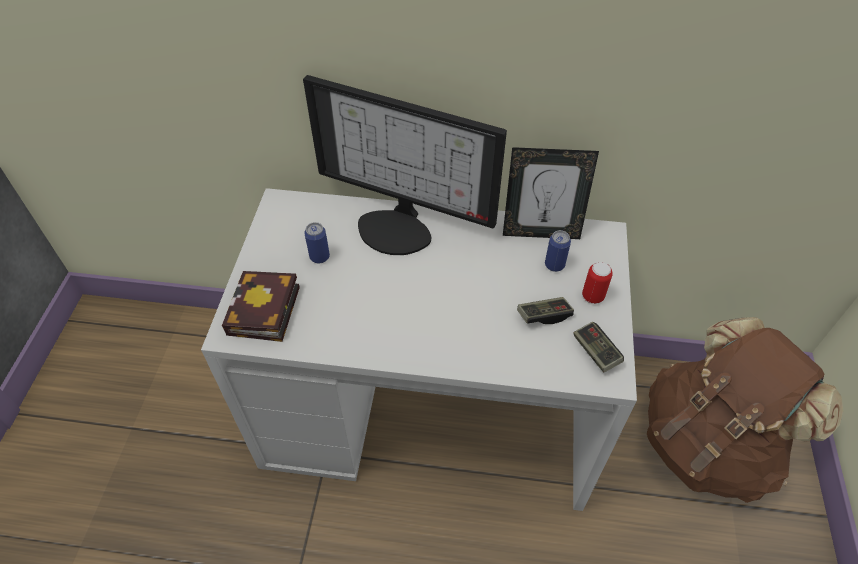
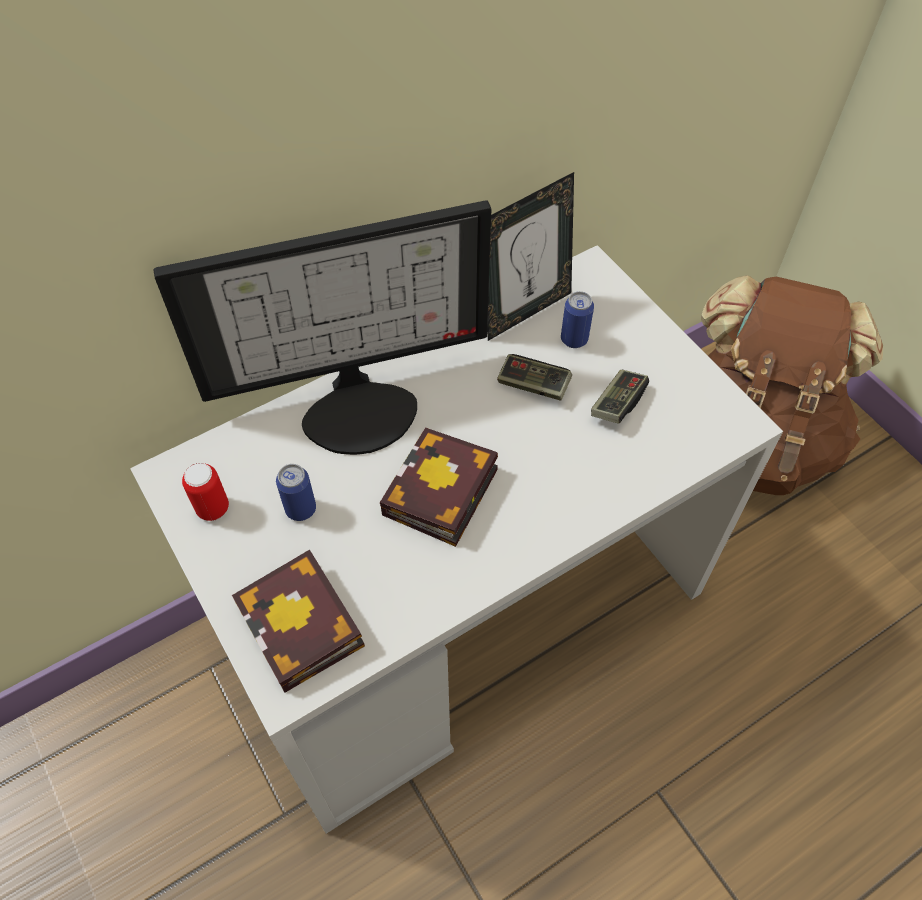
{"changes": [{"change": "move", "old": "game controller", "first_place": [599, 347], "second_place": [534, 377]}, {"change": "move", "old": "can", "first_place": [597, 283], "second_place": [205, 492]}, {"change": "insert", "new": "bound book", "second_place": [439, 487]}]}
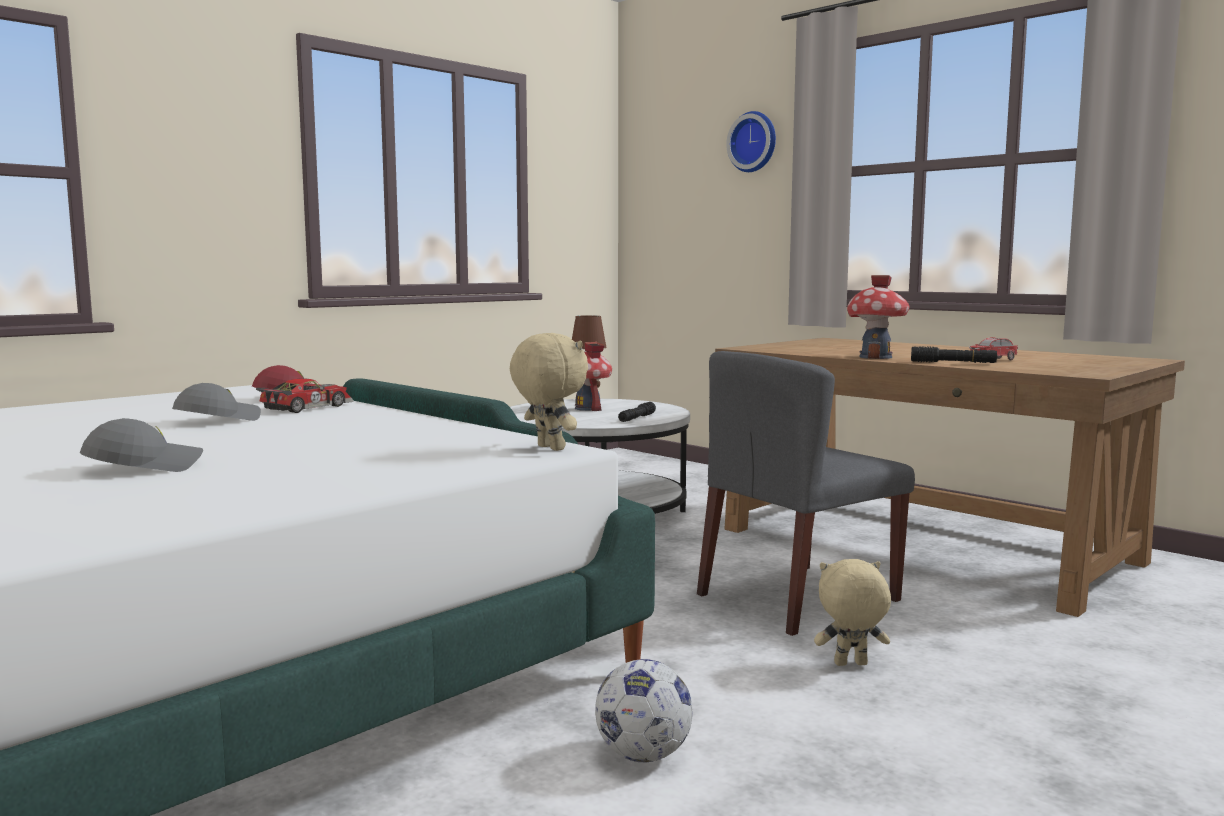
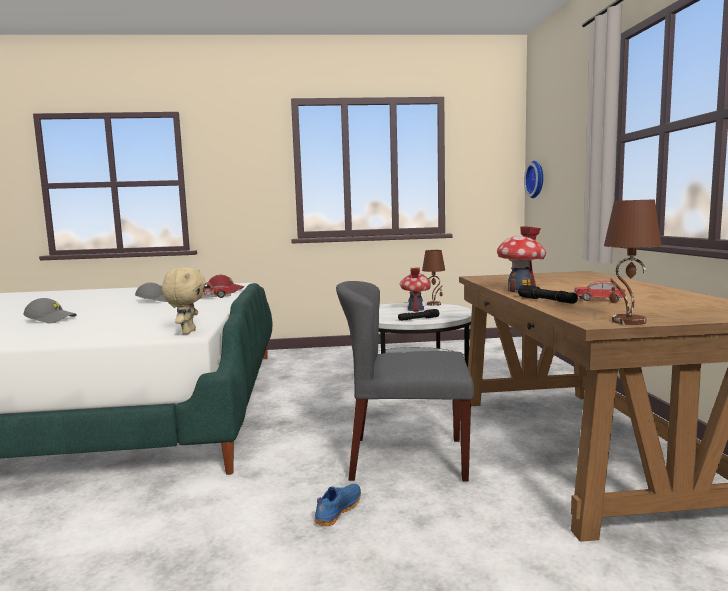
{"changes": [{"change": "delete", "old": "ball for football", "first_place": [644, 710]}, {"change": "move", "old": "hanging clock", "first_place": [751, 141], "second_place": [533, 179]}, {"change": "replace", "old": "sand-coloured soft toy", "new": "blue-coloured shoe", "first_place": [852, 612], "second_place": [338, 505]}, {"change": "insert", "new": "brown table lamp", "second_place": [633, 262]}]}
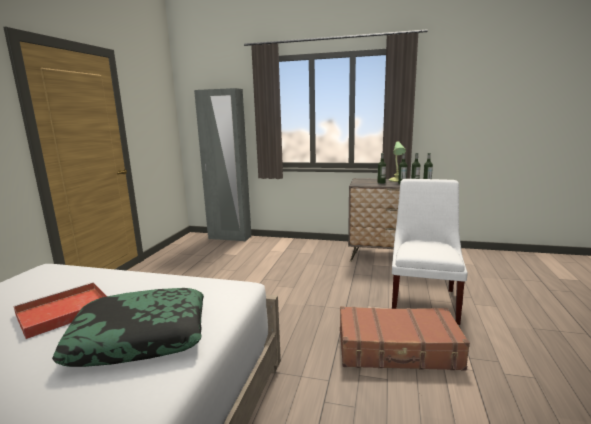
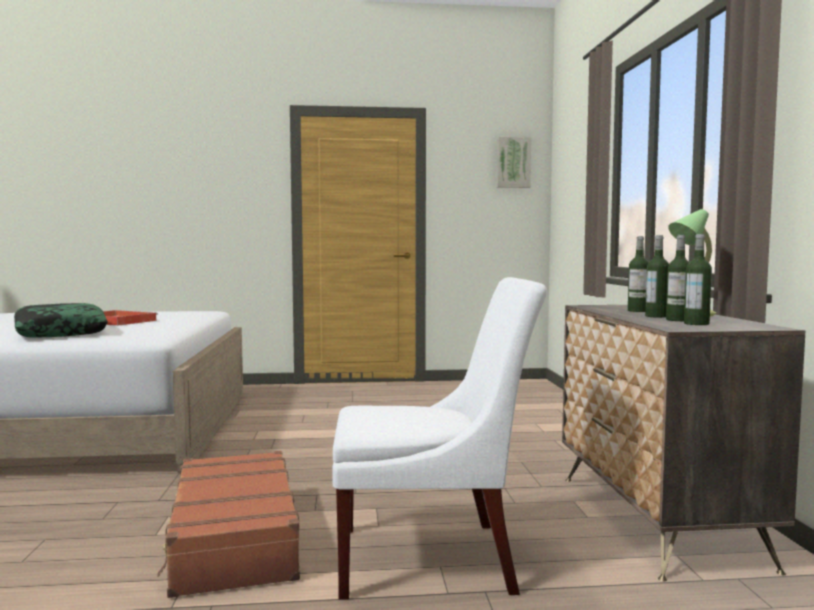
{"changes": [{"change": "delete", "old": "gray wardrobe", "first_place": [222, 164]}, {"change": "insert", "new": "picture", "second_place": [514, 162]}]}
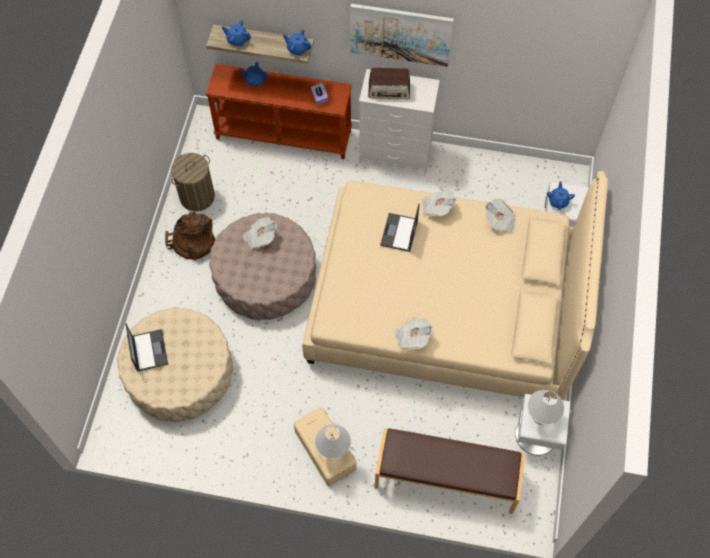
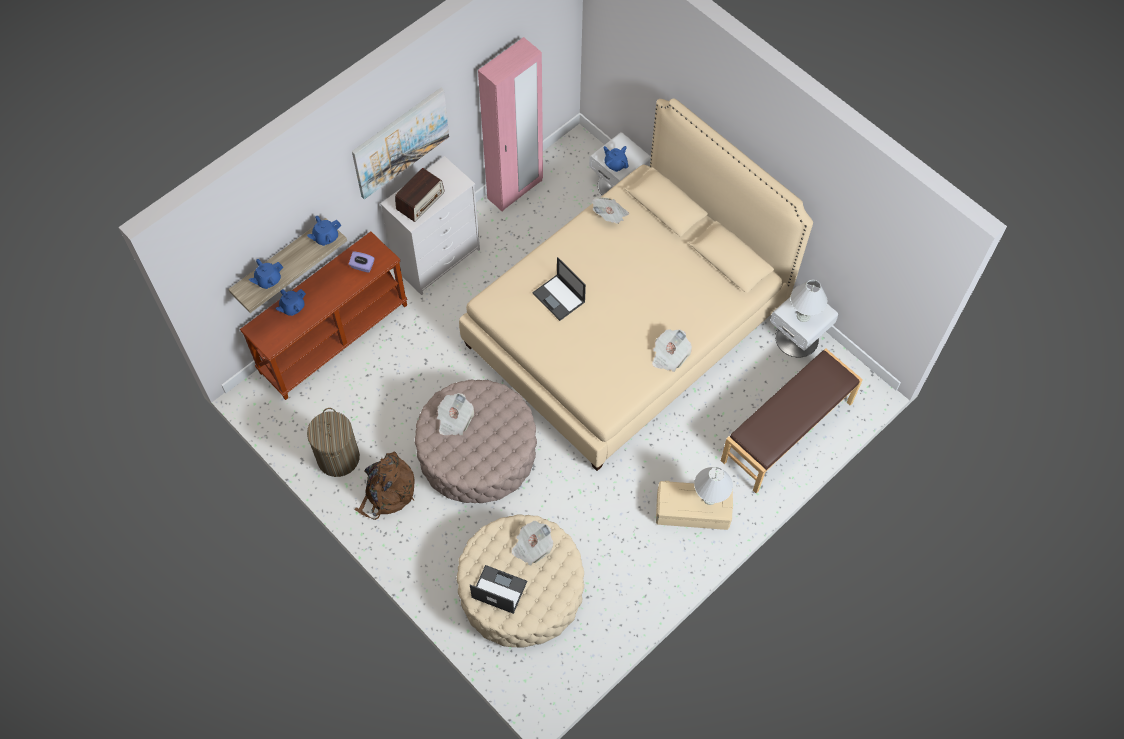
{"changes": [{"change": "move", "old": "printed paper", "first_place": [439, 203], "second_place": [532, 543]}, {"change": "insert", "new": "pinkish wardrobe", "second_place": [510, 124]}]}
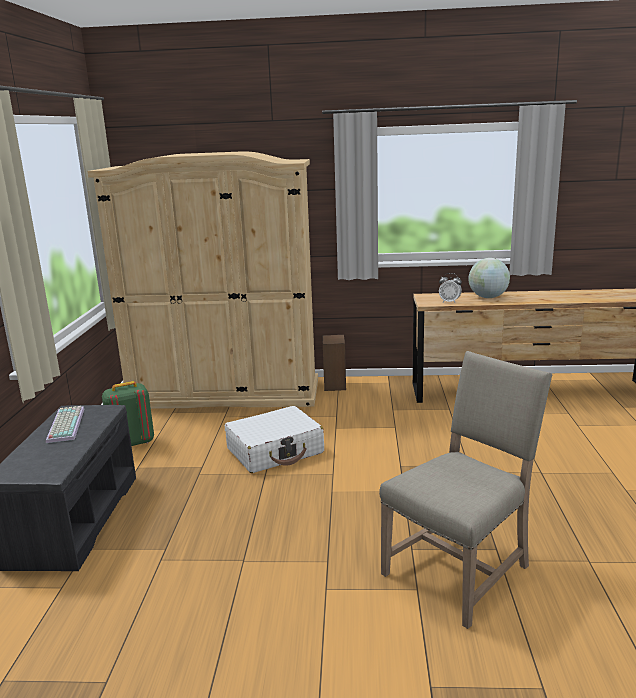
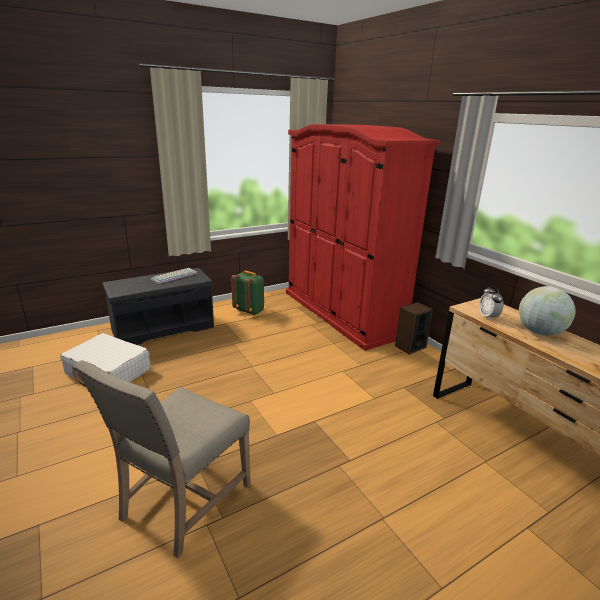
{"changes": [{"change": "recolor", "old": "sand-coloured wardrobe", "new": "red wardrobe", "first_place": [202, 280], "second_place": [363, 237]}, {"change": "move", "old": "white suitcase", "first_place": [274, 439], "second_place": [105, 360]}, {"change": "rotate", "old": "sand-coloured upright chair", "first_place": [465, 490], "second_place": [162, 459], "degrees": 105}]}
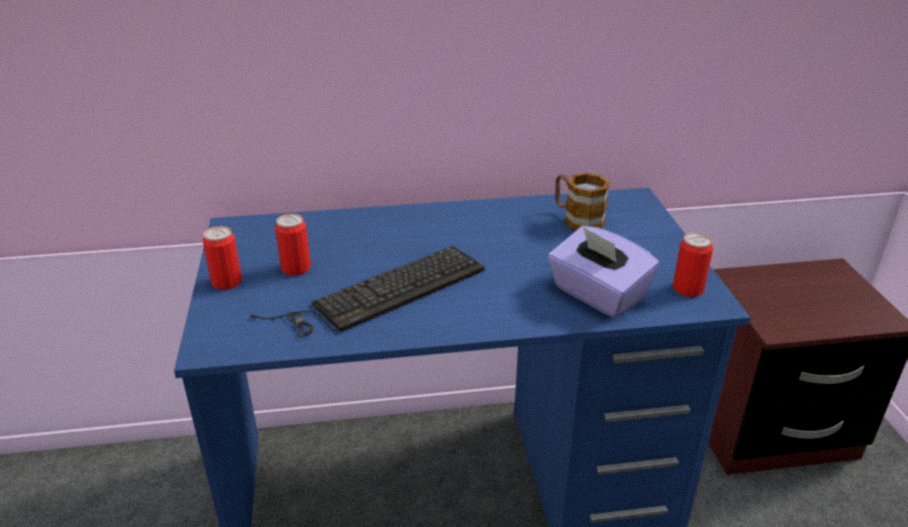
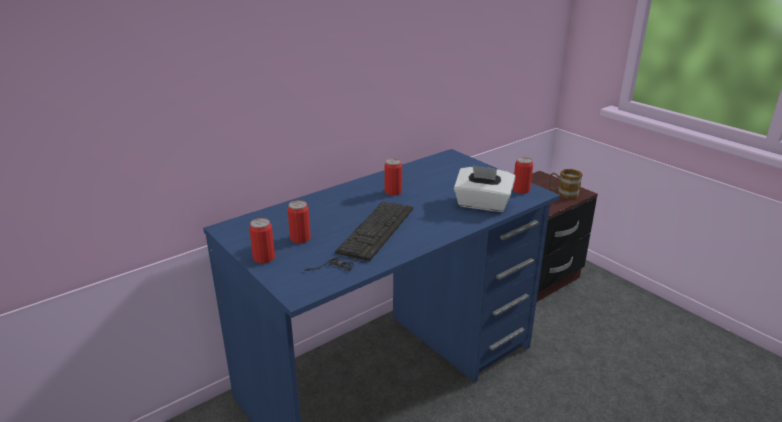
{"changes": [{"change": "recolor", "old": "purplish box of tissues", "new": "white box of tissues", "first_place": [603, 272], "second_place": [485, 188]}, {"change": "move", "old": "tea mug", "first_place": [582, 202], "second_place": [566, 184]}, {"change": "insert", "new": "can", "second_place": [393, 177]}]}
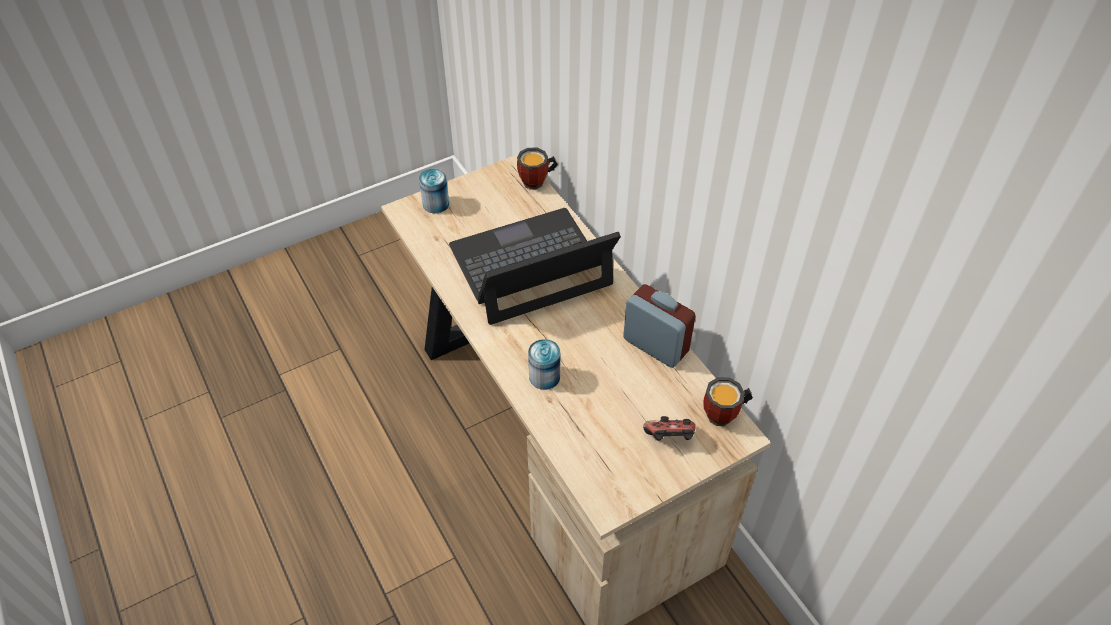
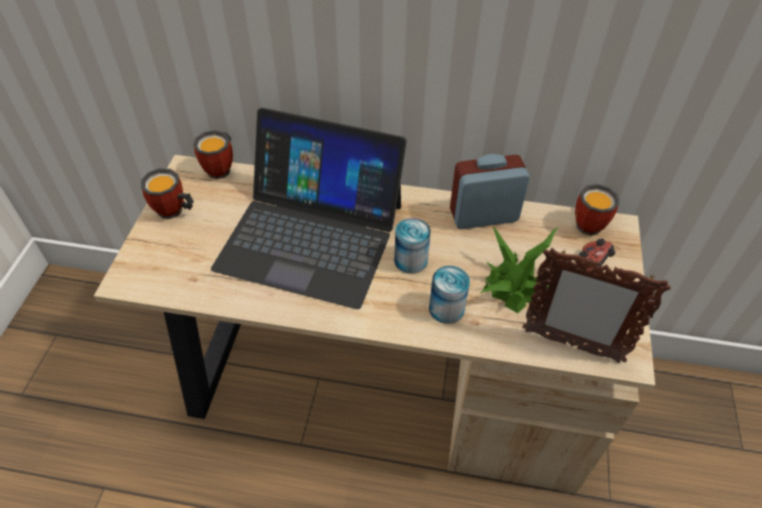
{"changes": [{"change": "move", "old": "can", "first_place": [434, 190], "second_place": [412, 246]}, {"change": "rotate", "old": "notebook computer", "first_place": [535, 266], "second_place": [309, 208], "degrees": -90}, {"change": "insert", "new": "tea mug", "second_place": [167, 193]}, {"change": "insert", "new": "potted plant", "second_place": [519, 269]}, {"change": "insert", "new": "standing frame", "second_place": [596, 305]}]}
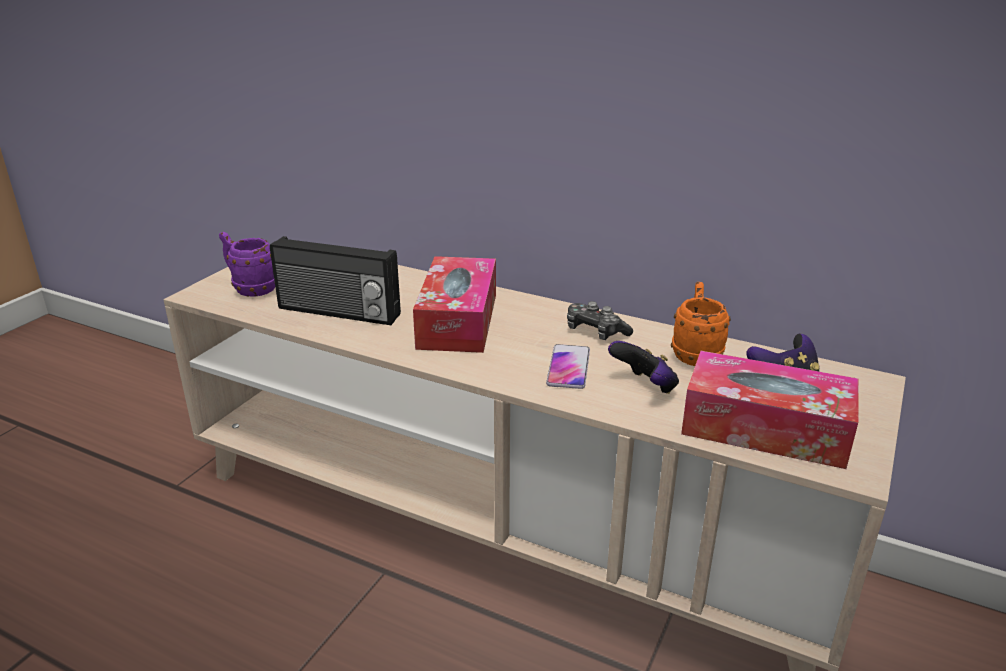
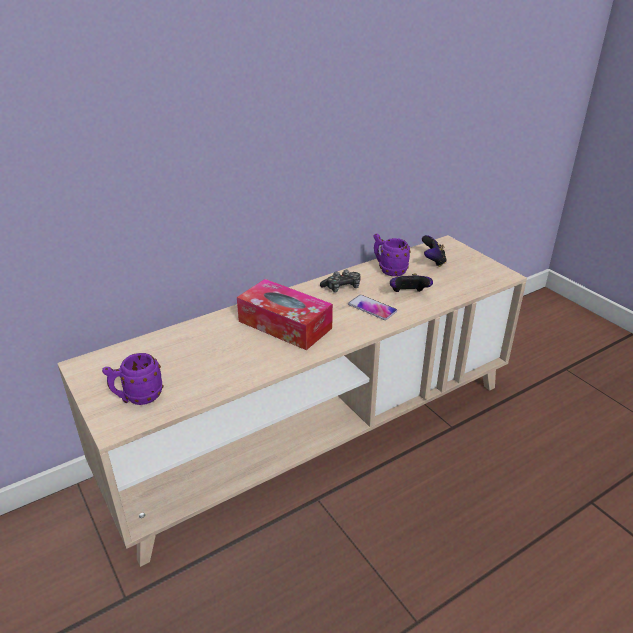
{"changes": [{"change": "delete", "old": "radio", "first_place": [335, 280]}, {"change": "recolor", "old": "orangey tea mug", "new": "purplish tea mug", "first_place": [701, 324], "second_place": [392, 255]}, {"change": "delete", "old": "box of tissues", "first_place": [769, 410]}]}
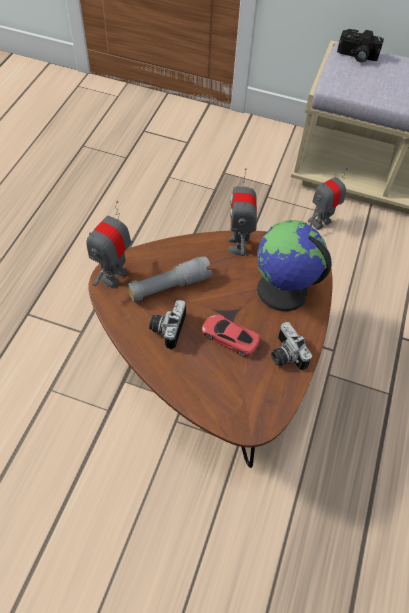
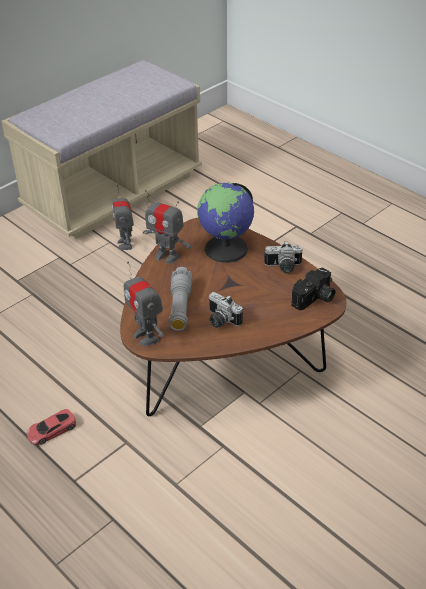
{"changes": [{"change": "move", "old": "red toy car", "first_place": [230, 336], "second_place": [51, 427]}, {"change": "move", "old": "photo camera", "first_place": [360, 45], "second_place": [313, 289]}]}
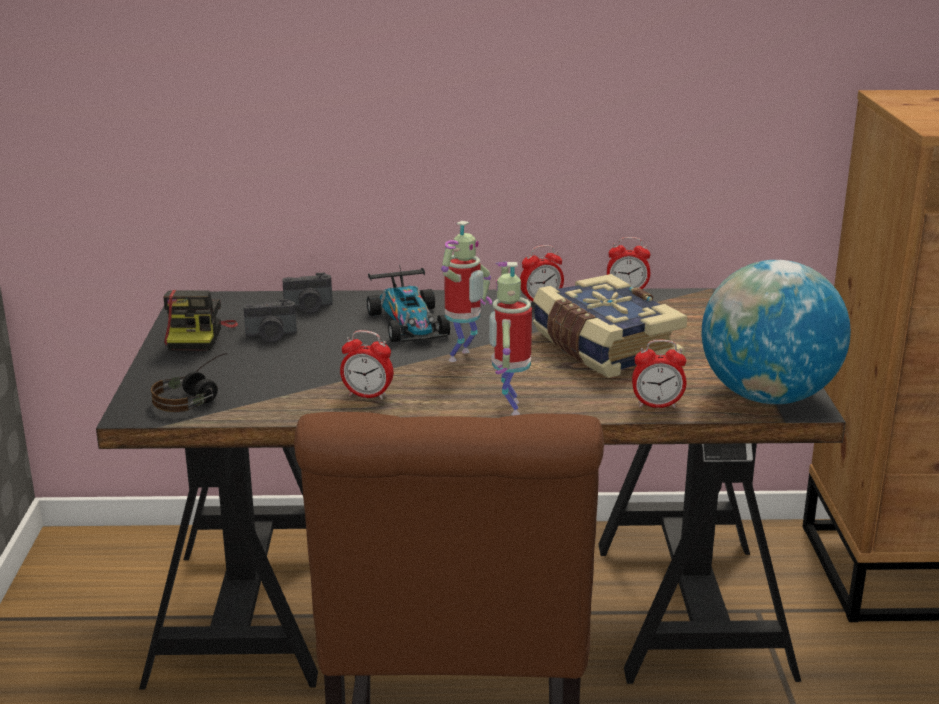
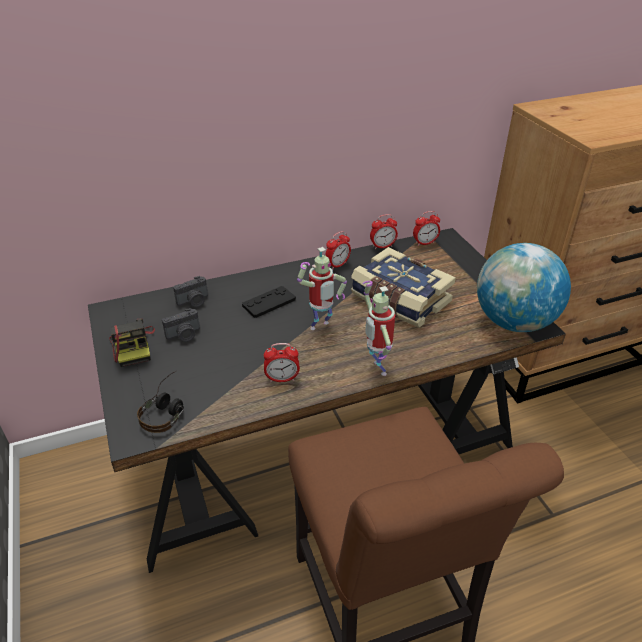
{"changes": [{"change": "replace", "old": "toy car", "new": "black game controller", "first_place": [408, 303], "second_place": [269, 302]}, {"change": "rotate", "old": "toy robot", "first_place": [466, 291], "second_place": [322, 288], "degrees": 45}, {"change": "move", "old": "alarm clock", "first_place": [659, 374], "second_place": [426, 228]}]}
